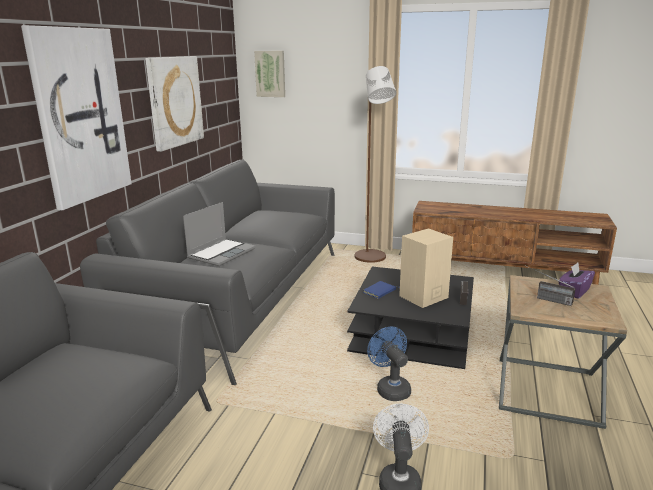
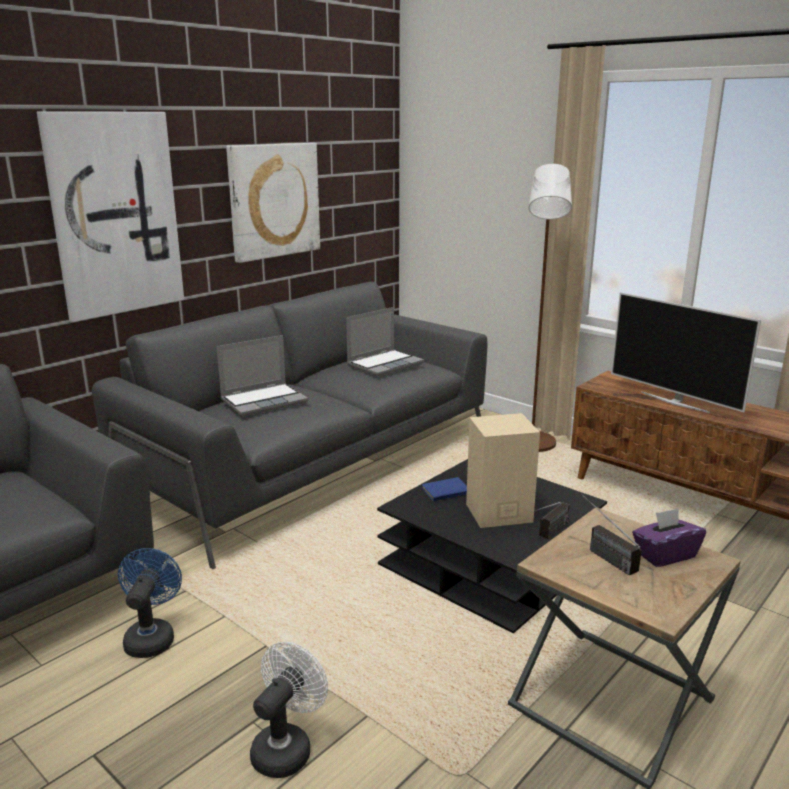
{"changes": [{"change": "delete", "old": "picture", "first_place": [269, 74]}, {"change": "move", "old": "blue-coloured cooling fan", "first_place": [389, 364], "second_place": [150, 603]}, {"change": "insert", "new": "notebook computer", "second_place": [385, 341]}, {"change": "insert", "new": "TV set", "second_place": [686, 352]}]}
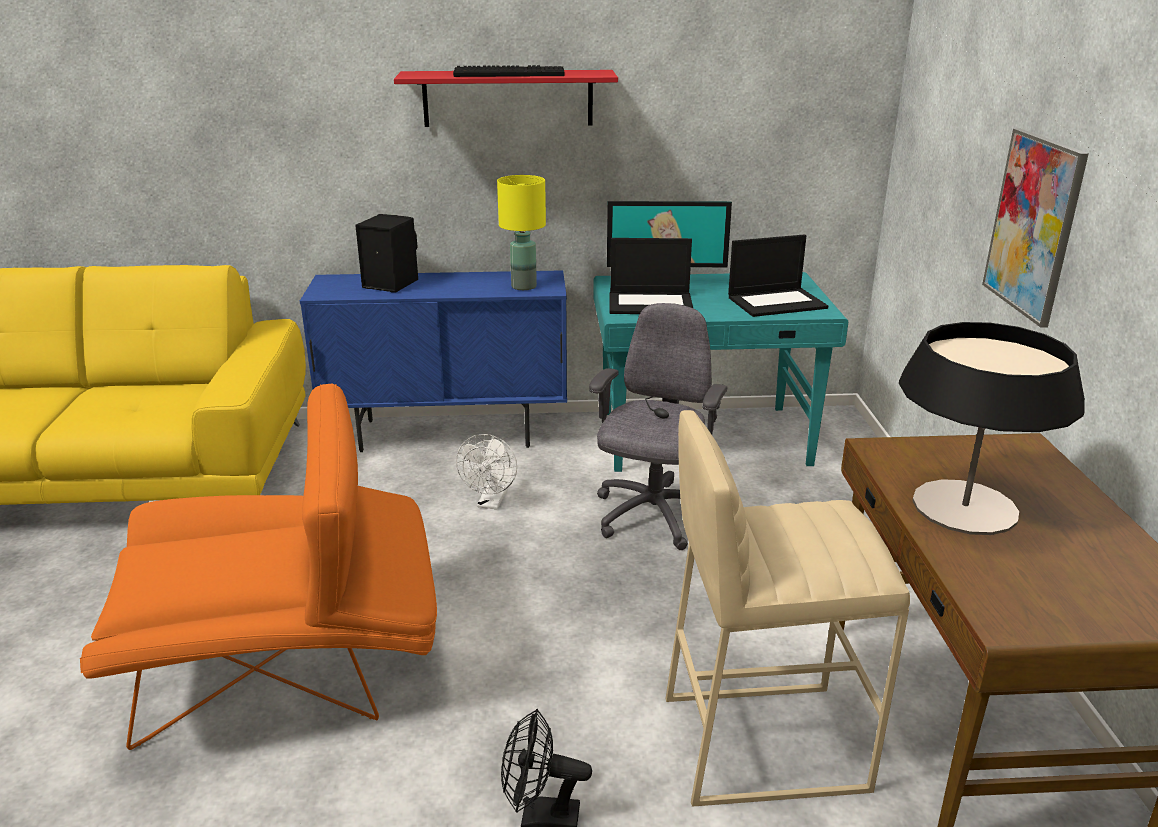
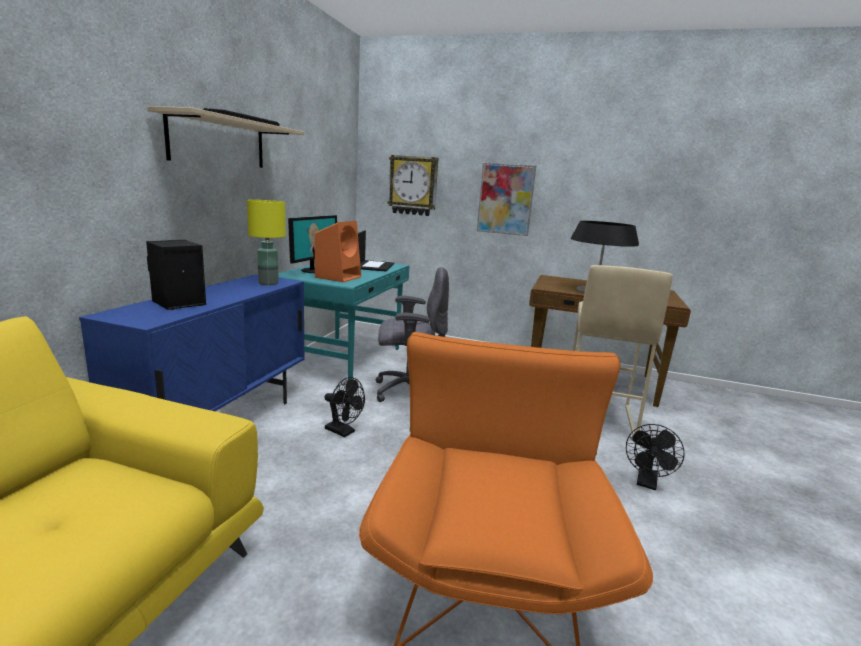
{"changes": [{"change": "recolor", "old": "red shelf", "new": "sand-coloured shelf", "first_place": [506, 98], "second_place": [225, 137]}, {"change": "recolor", "old": "white cooling fan", "new": "black cooling fan", "first_place": [486, 471], "second_place": [344, 407]}, {"change": "rotate", "old": "gray desk chair", "first_place": [658, 426], "second_place": [412, 334], "degrees": 135}, {"change": "replace", "old": "notebook computer", "new": "orangey loudspeaker", "first_place": [651, 276], "second_place": [338, 251]}, {"change": "insert", "new": "hanging clock", "second_place": [413, 185]}]}
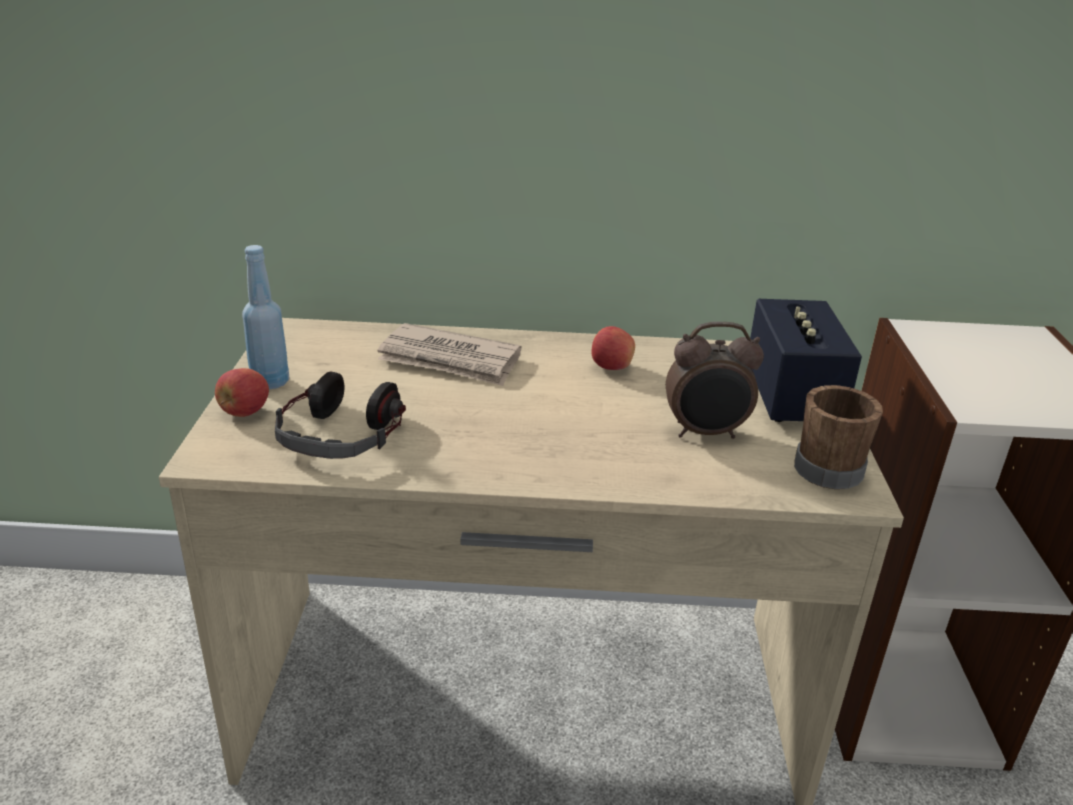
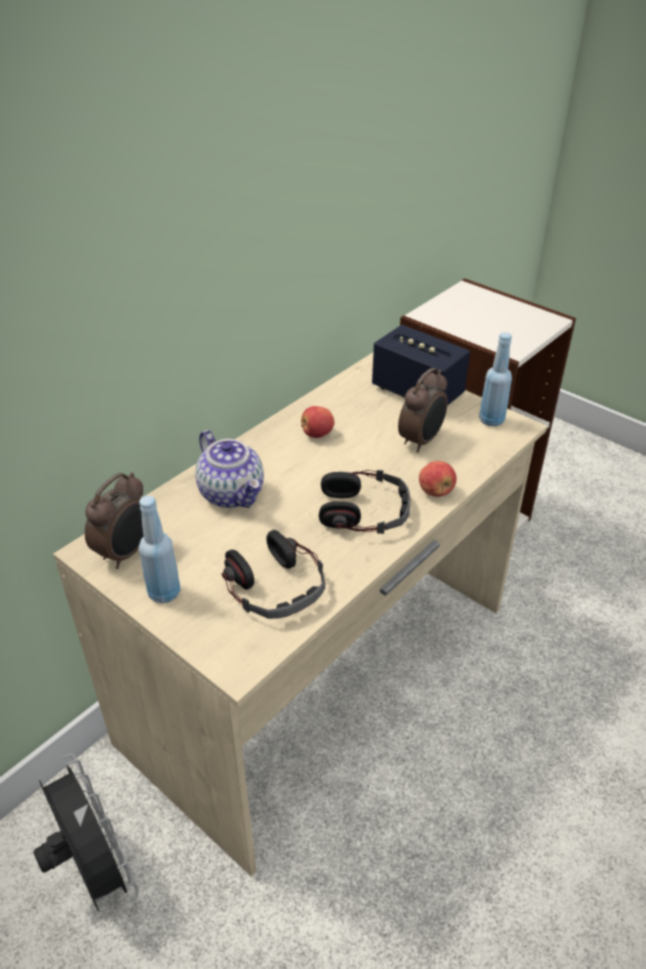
{"changes": [{"change": "move", "old": "whole apple", "first_place": [242, 392], "second_place": [437, 479]}, {"change": "replace", "old": "printed paper", "new": "teapot", "first_place": [450, 354], "second_place": [229, 469]}, {"change": "replace", "old": "brown tea mug", "new": "blue-coloured drink bottle", "first_place": [838, 437], "second_place": [495, 379]}, {"change": "insert", "new": "black cooling fan", "second_place": [86, 832]}, {"change": "insert", "new": "alarm clock", "second_place": [114, 520]}, {"change": "insert", "new": "headphones", "second_place": [364, 502]}]}
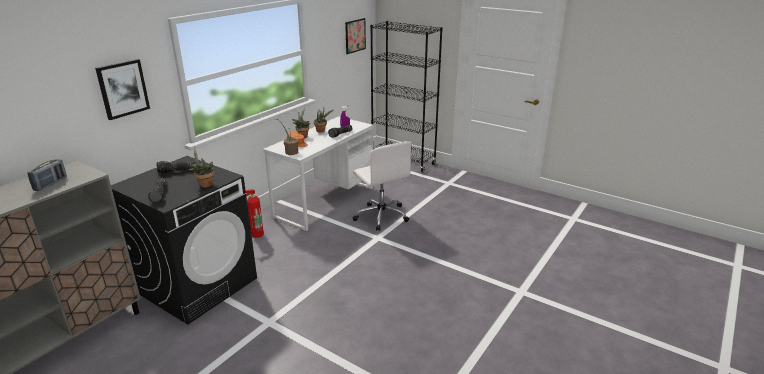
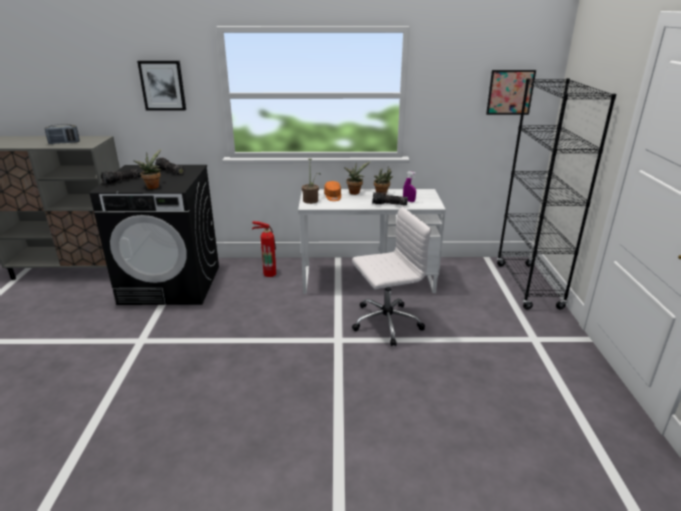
{"changes": [{"change": "rotate", "old": "white desk chair", "first_place": [382, 186], "second_place": [391, 276], "degrees": -135}]}
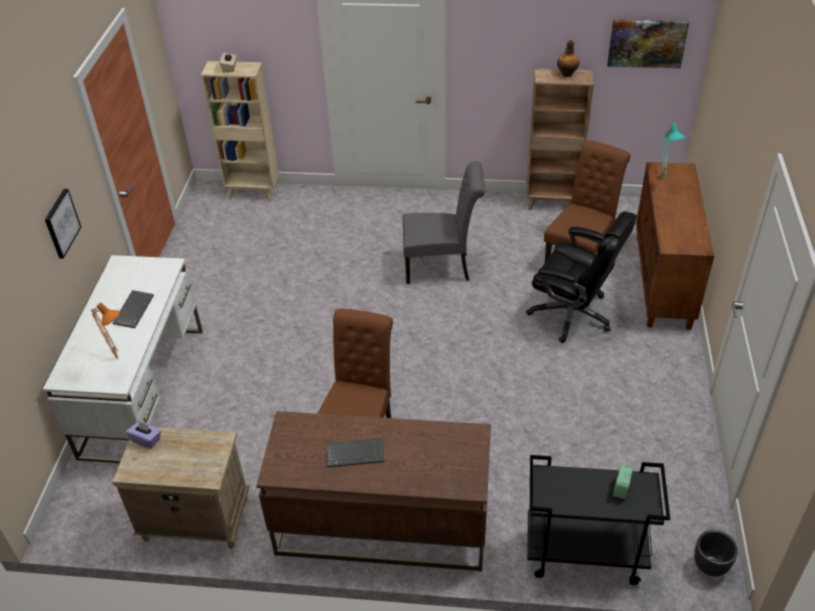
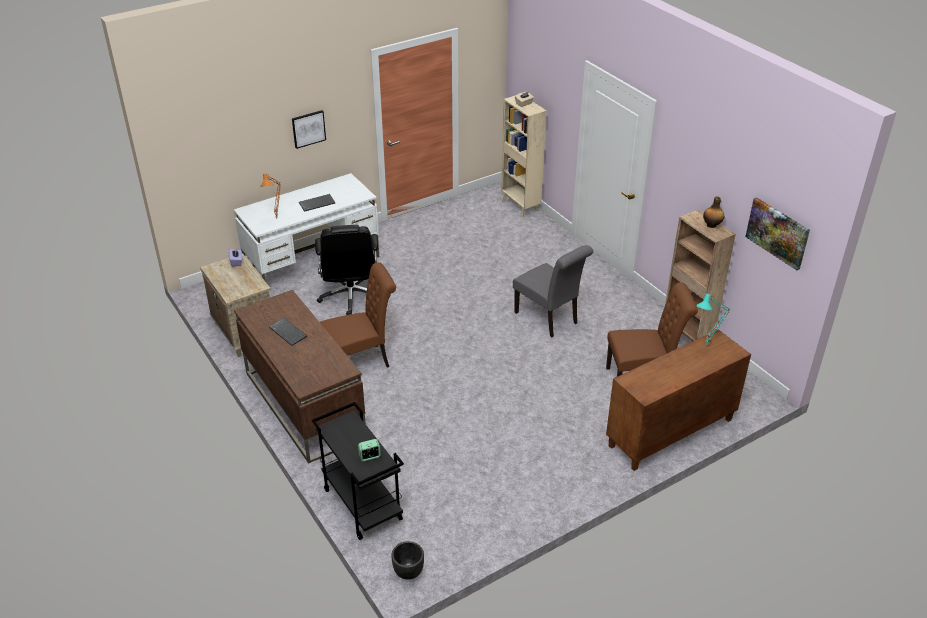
{"changes": [{"change": "move", "old": "black desk chair", "first_place": [581, 277], "second_place": [346, 270]}]}
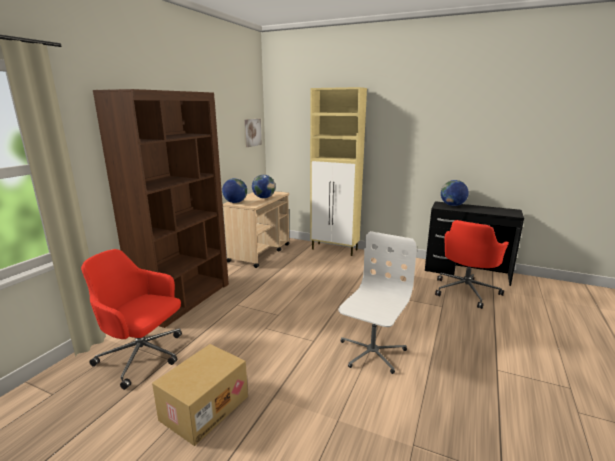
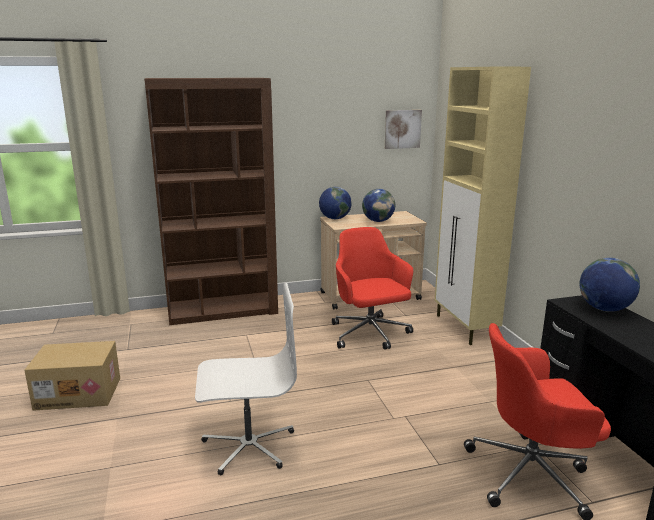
{"changes": [{"change": "move", "old": "red desk chair", "first_place": [131, 319], "second_place": [372, 288]}]}
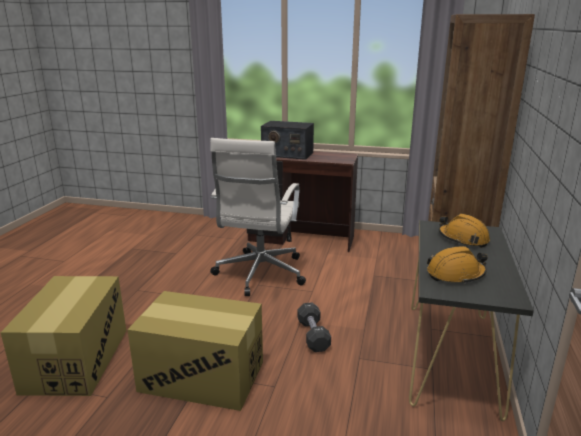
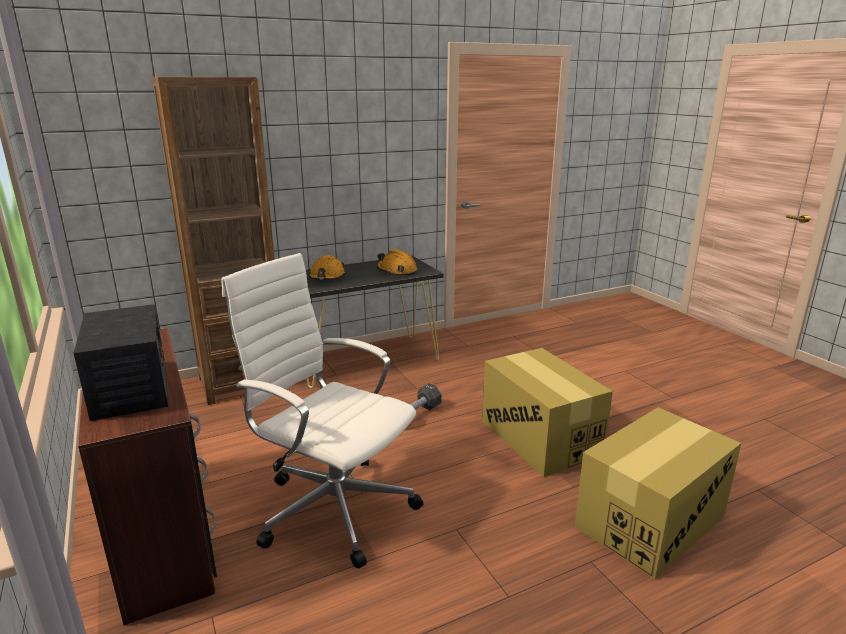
{"changes": [{"change": "rotate", "old": "white desk chair", "first_place": [258, 217], "second_place": [322, 411], "degrees": -120}]}
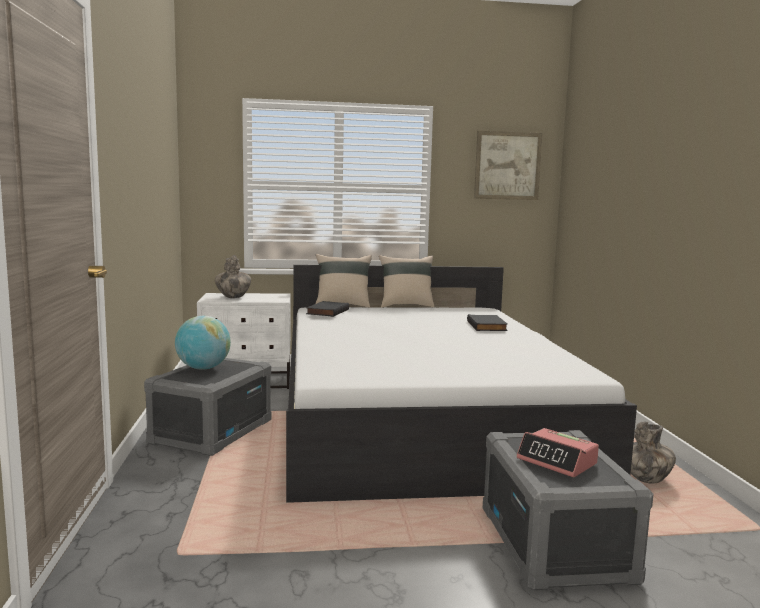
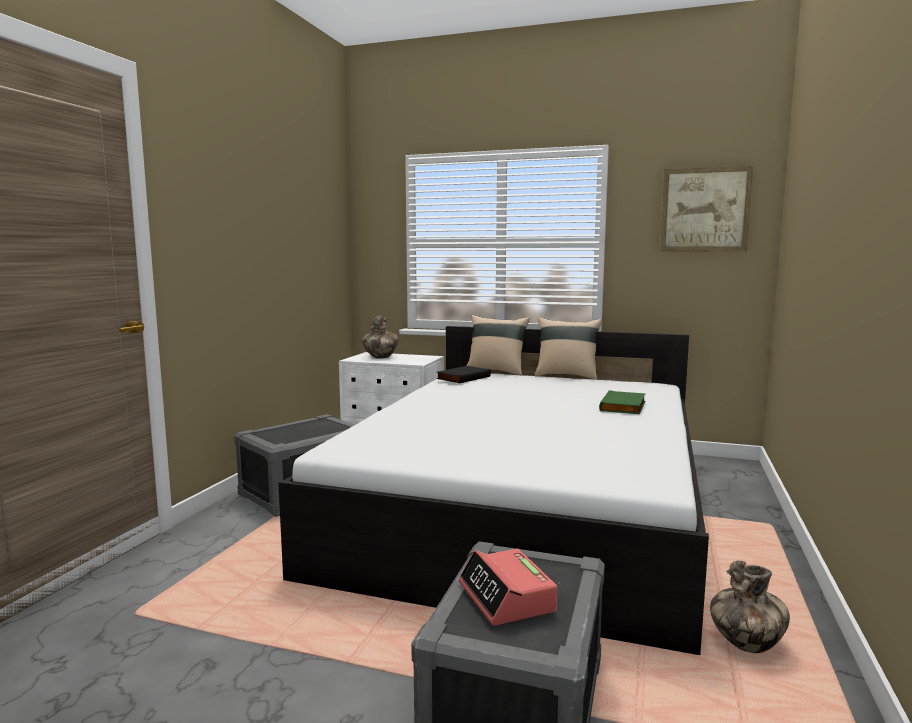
{"changes": [{"change": "delete", "old": "world globe", "first_place": [203, 343]}, {"change": "recolor", "old": "black bound book", "new": "greenish bound book", "first_place": [487, 322], "second_place": [622, 402]}]}
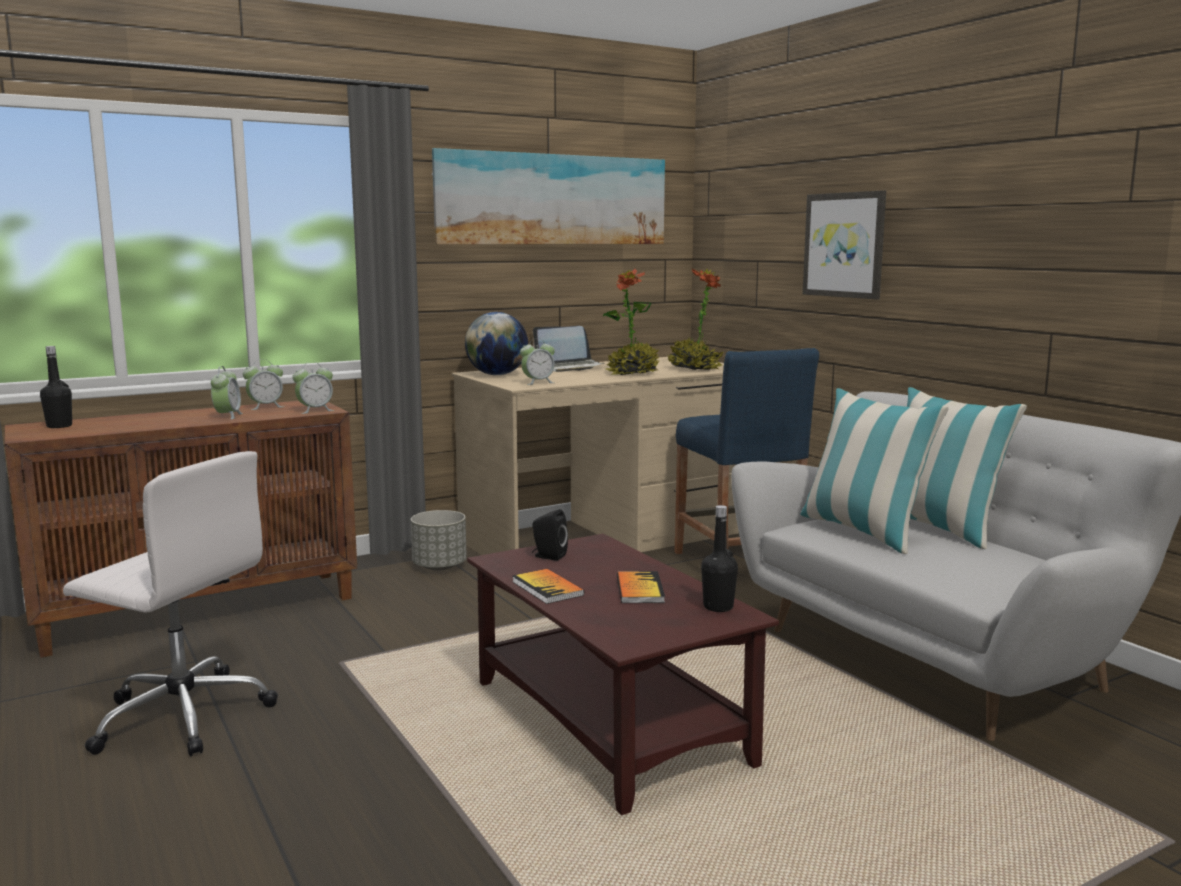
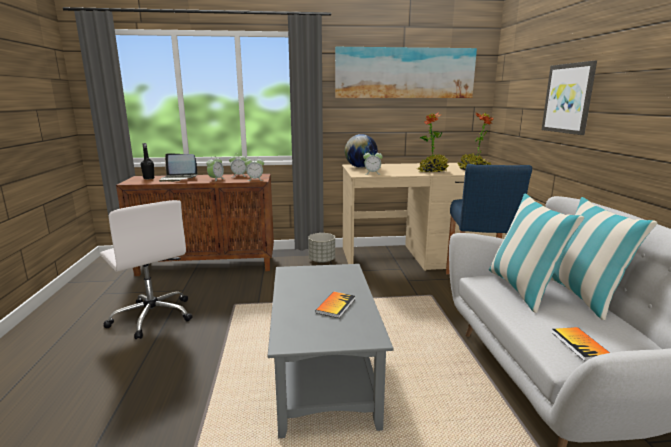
{"changes": [{"change": "recolor", "old": "brown lounge table", "new": "gray lounge table", "first_place": [623, 674], "second_place": [330, 351]}, {"change": "move", "old": "bound book", "first_place": [548, 586], "second_place": [581, 344]}, {"change": "delete", "old": "black loudspeaker", "first_place": [550, 535]}, {"change": "move", "old": "notebook computer", "first_place": [568, 349], "second_place": [178, 167]}, {"change": "delete", "old": "black drink bottle", "first_place": [719, 558]}]}
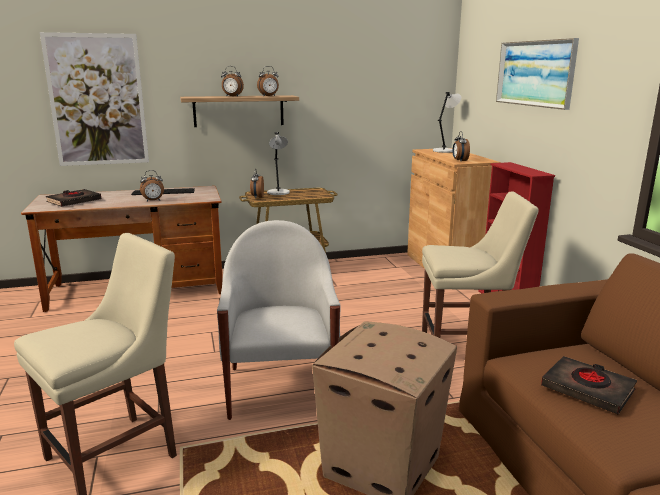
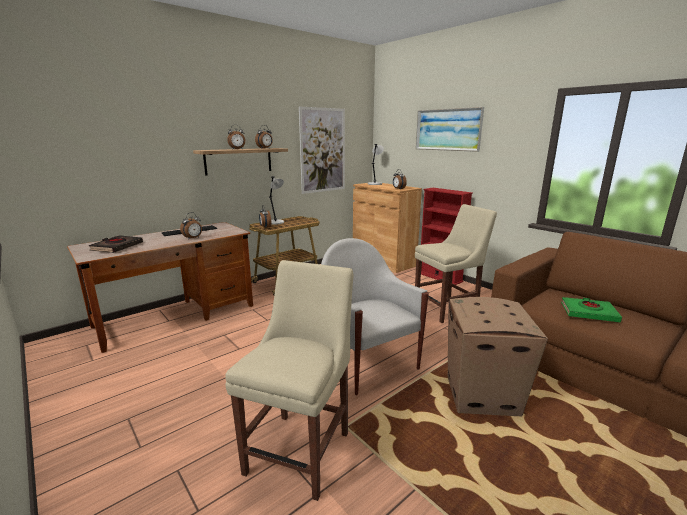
{"changes": [{"change": "move", "old": "picture", "first_place": [94, 99], "second_place": [322, 150]}, {"change": "recolor", "old": "black bound book", "new": "greenish bound book", "first_place": [589, 385], "second_place": [591, 310]}]}
